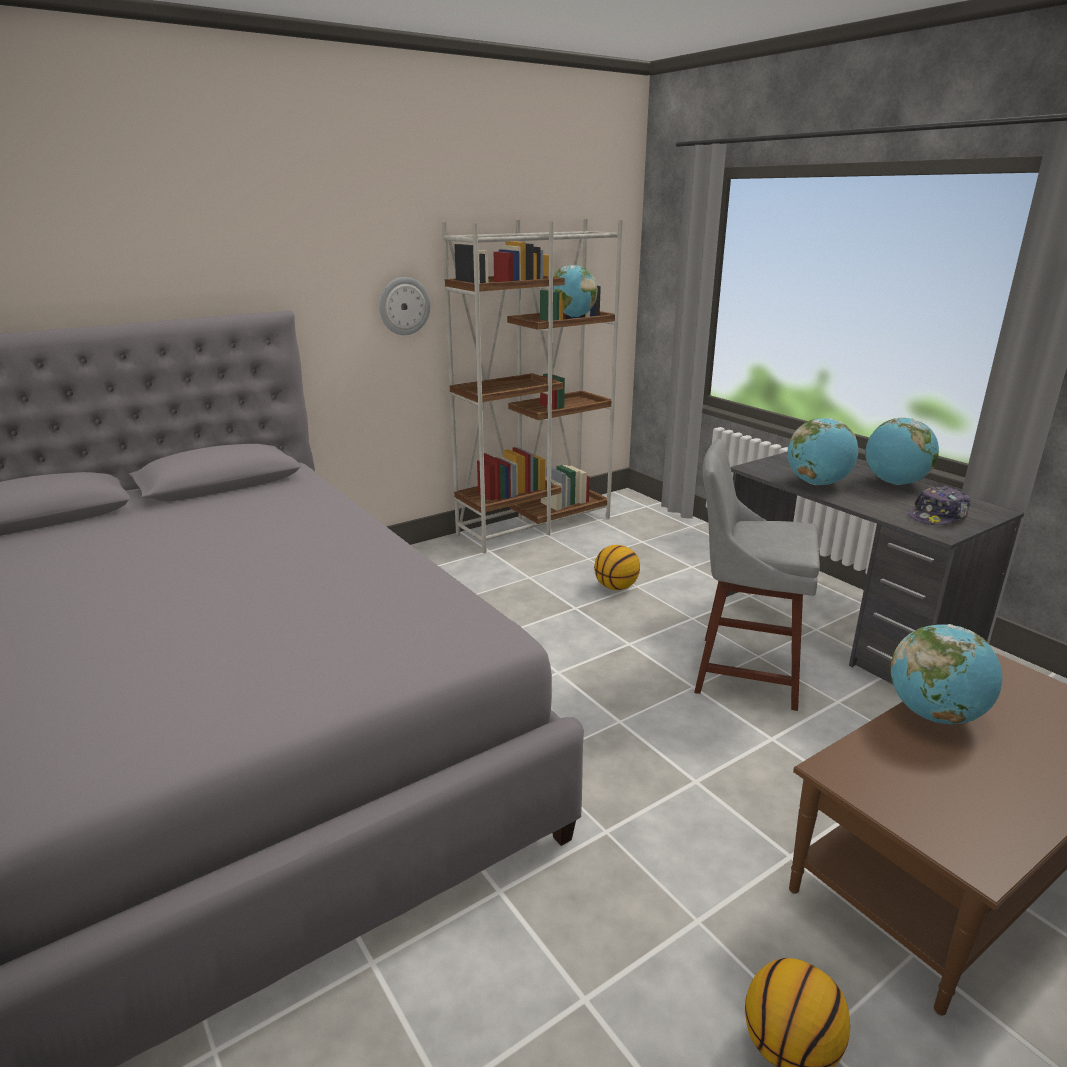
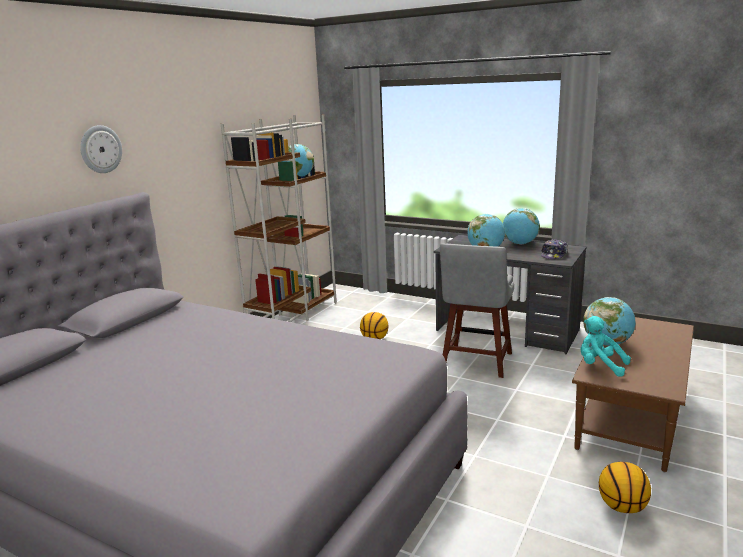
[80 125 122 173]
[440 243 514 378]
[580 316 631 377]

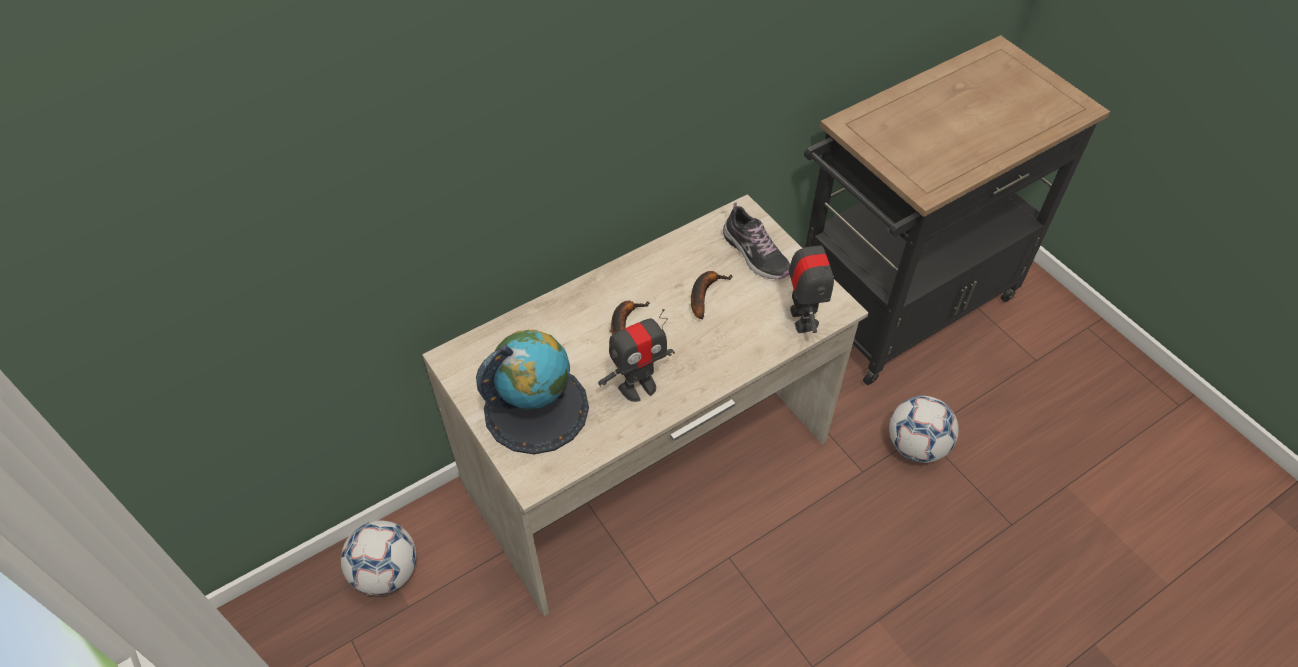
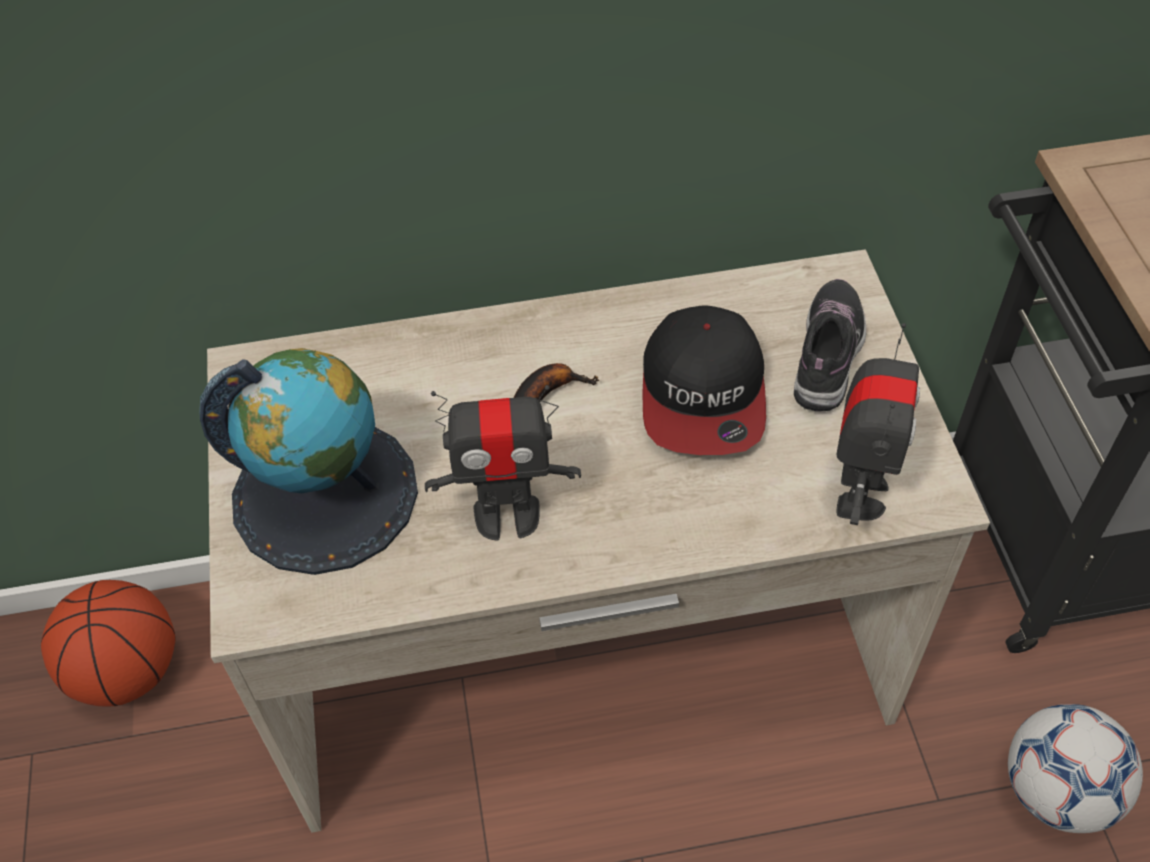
[41 580 175 707]
[642 305 766 455]
[794 279 866 412]

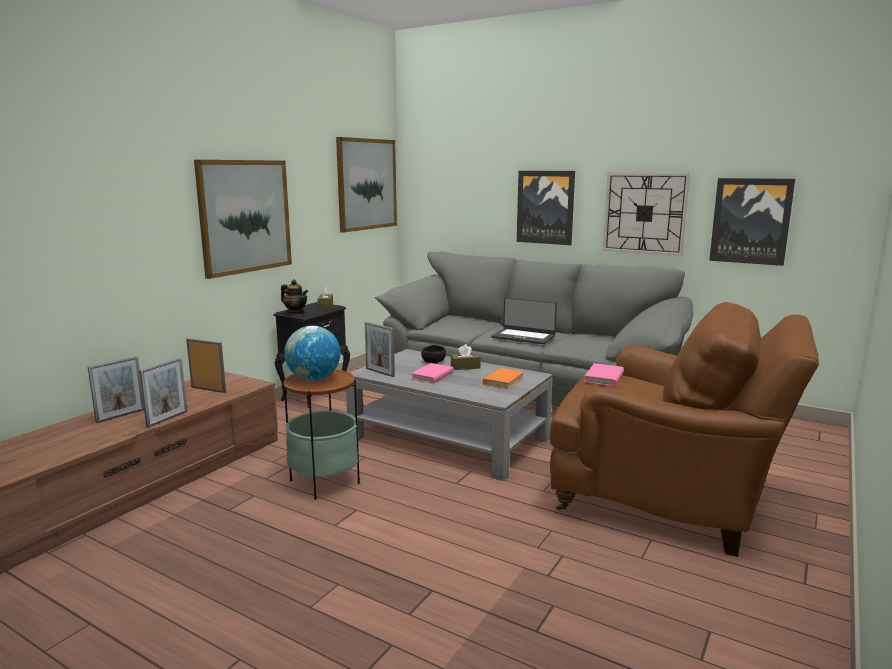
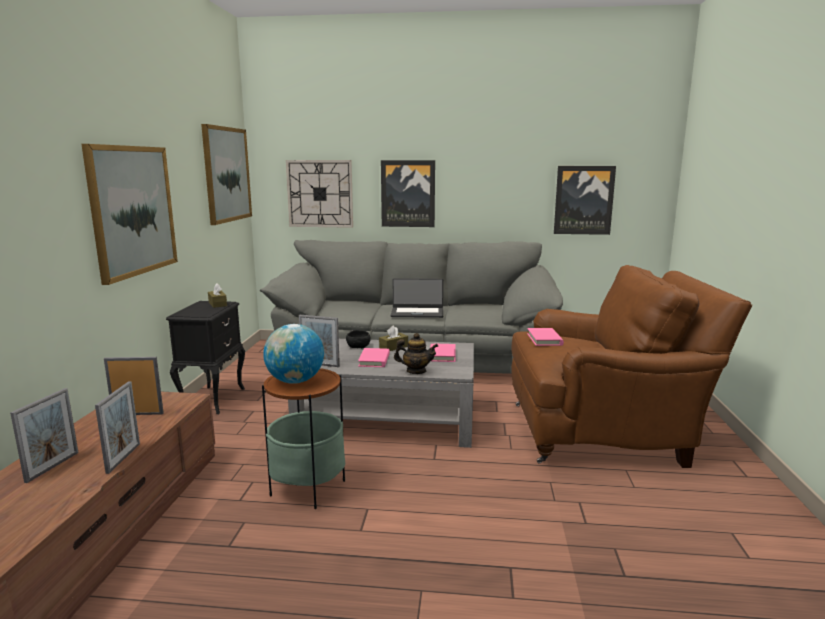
[394 333 438 374]
[430 344 456 362]
[286 160 353 228]

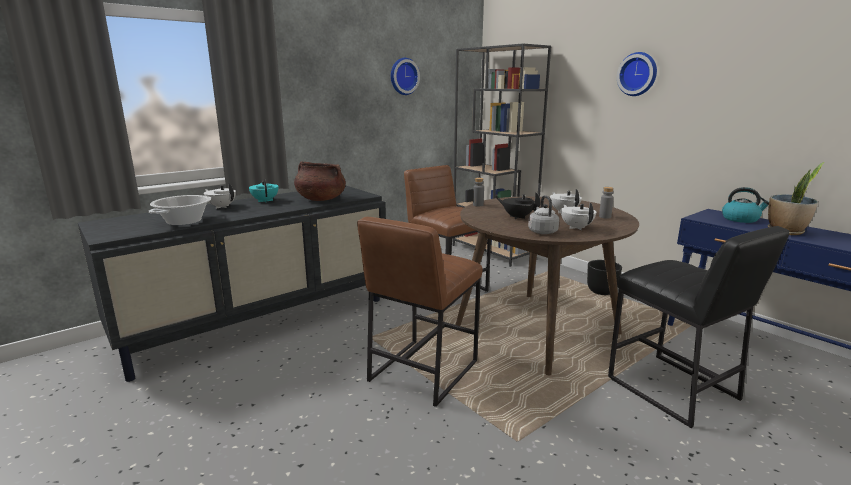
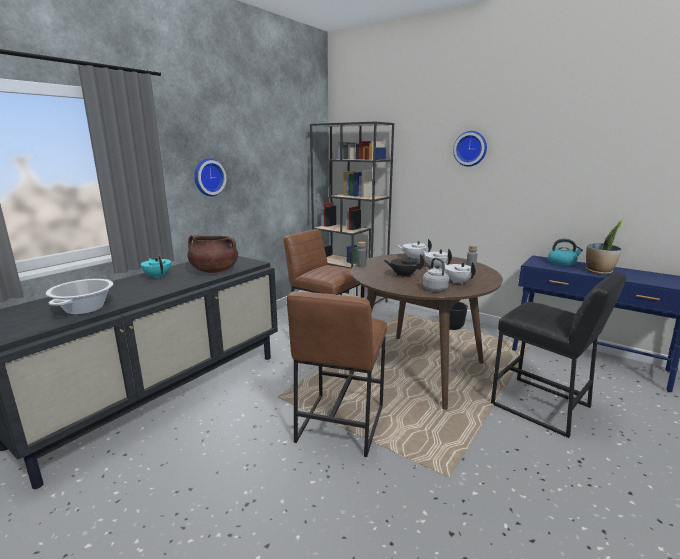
[397 239 432 259]
[194 158 226 196]

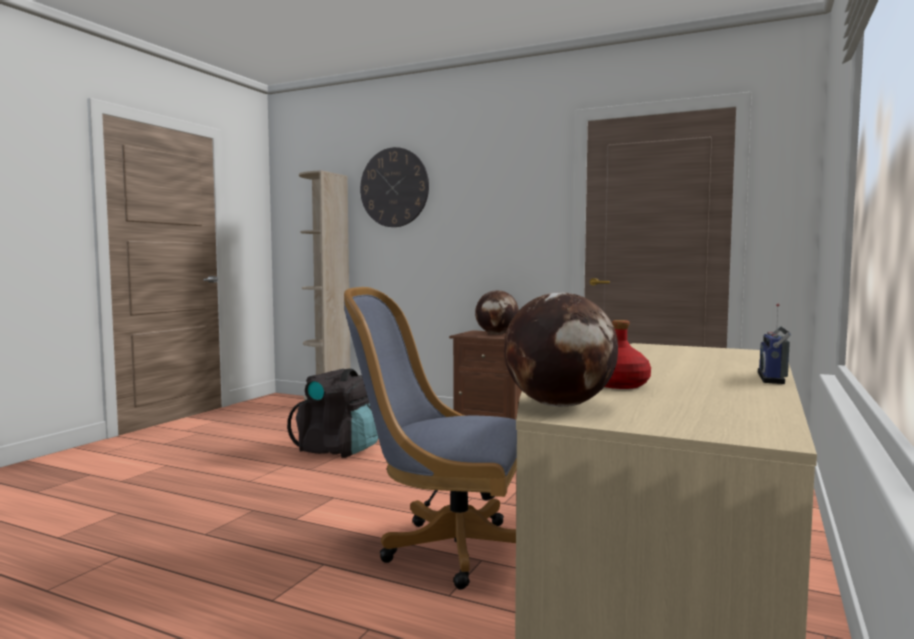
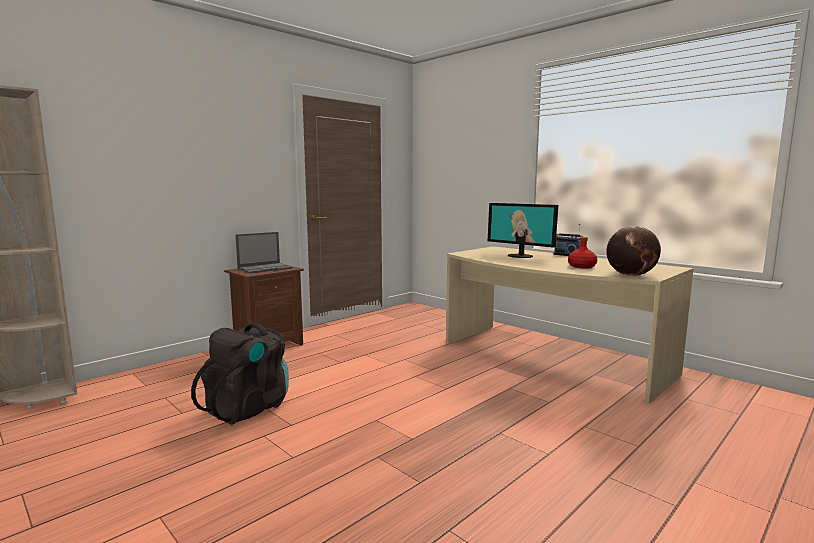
[344 287 517 590] (first image)
[360 147 429 227] (first image)
[236 232 293 273]
[488 203 558 258]

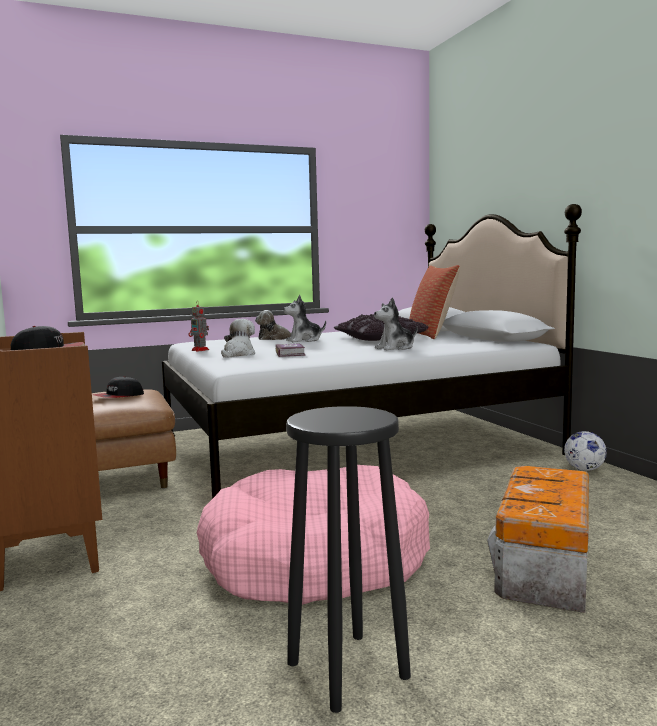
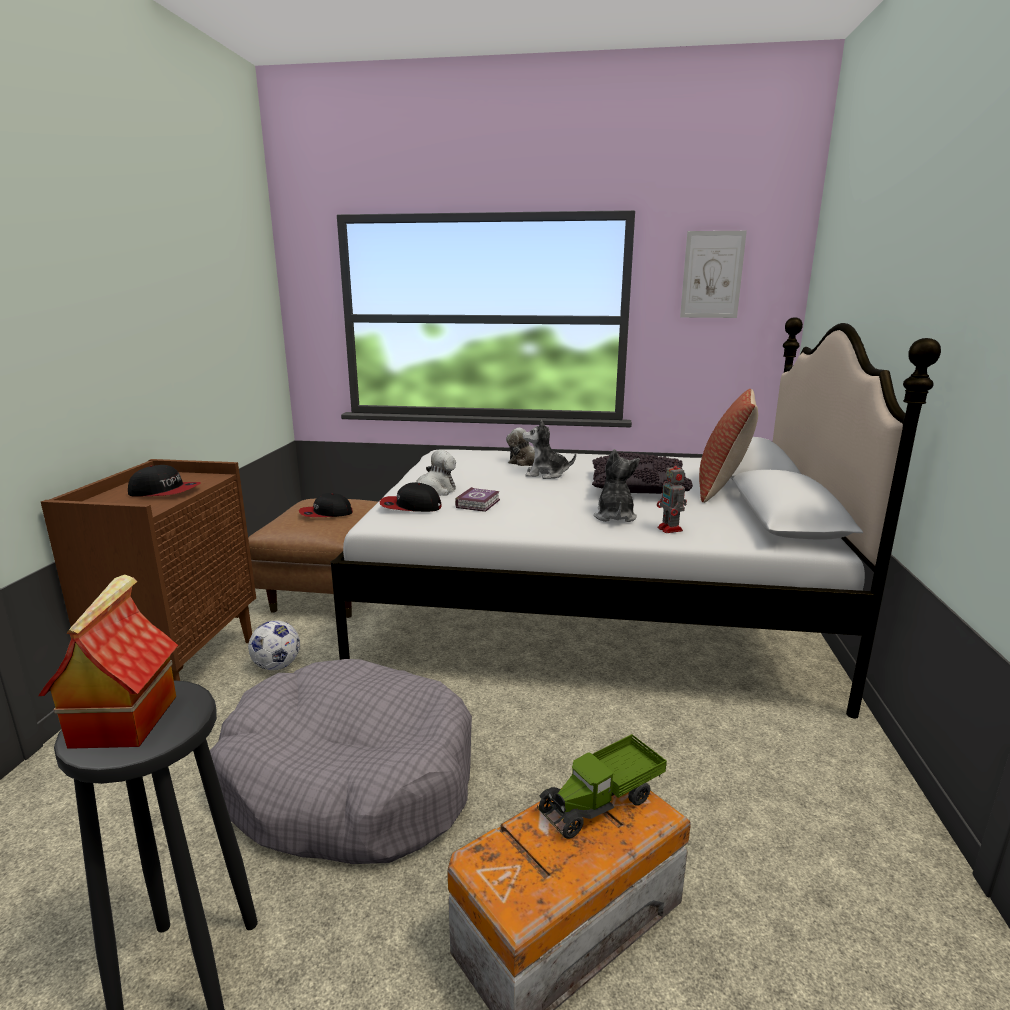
[657 460 687 533]
[210 659 472 864]
[594 449 640 522]
[248 621 300 670]
[38 574 178 749]
[380 482 442 512]
[537 734 667 839]
[680 231 747 318]

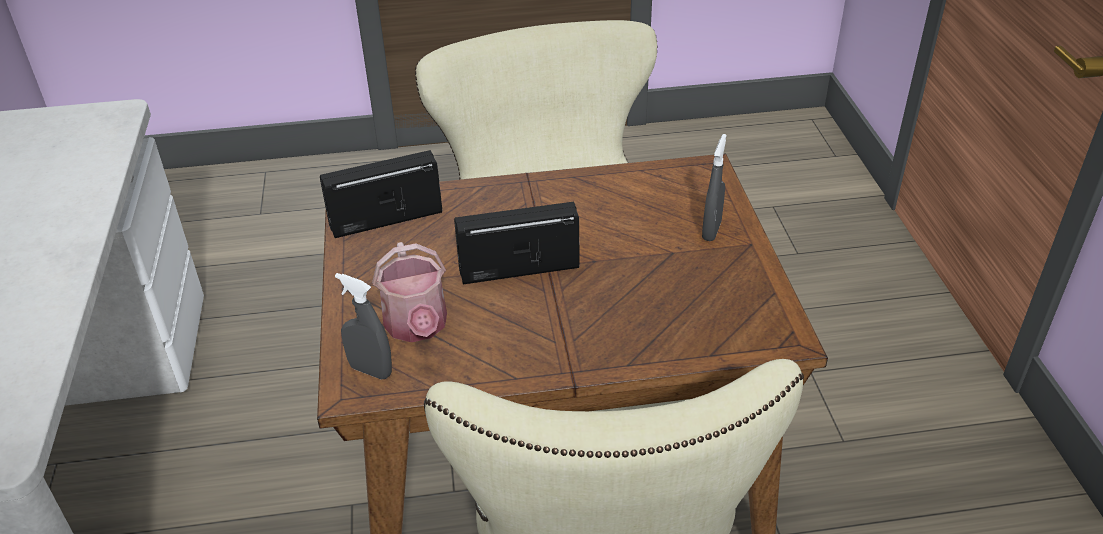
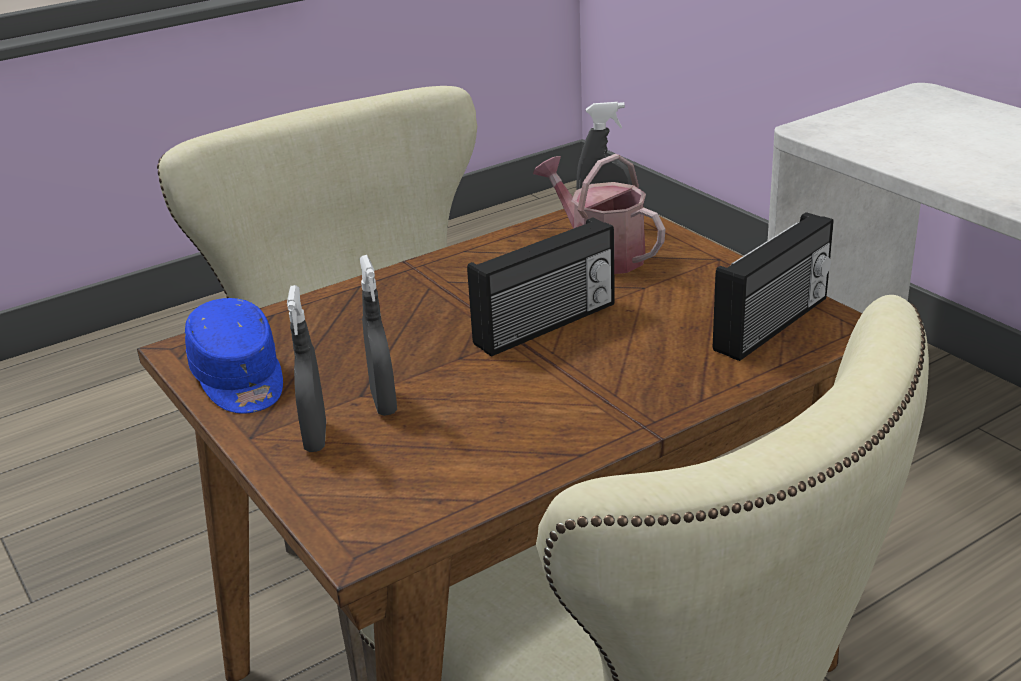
[185 298 283 414]
[360 255 397 416]

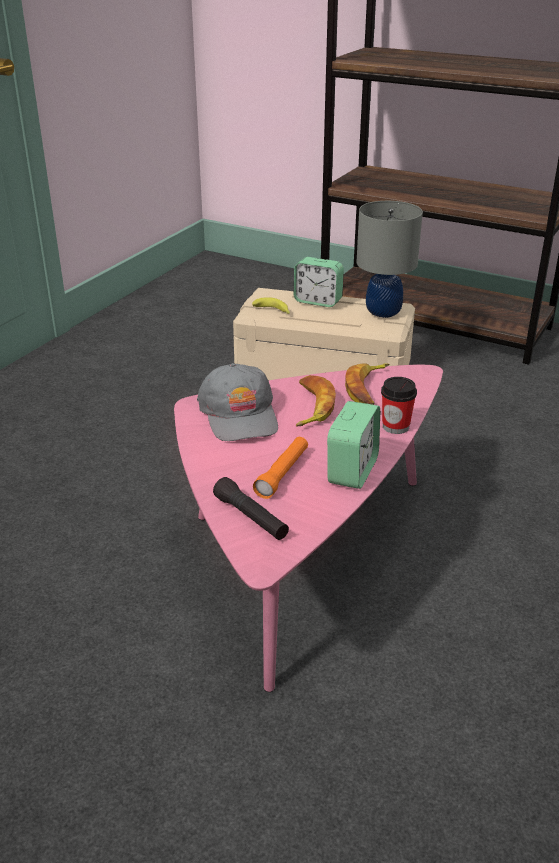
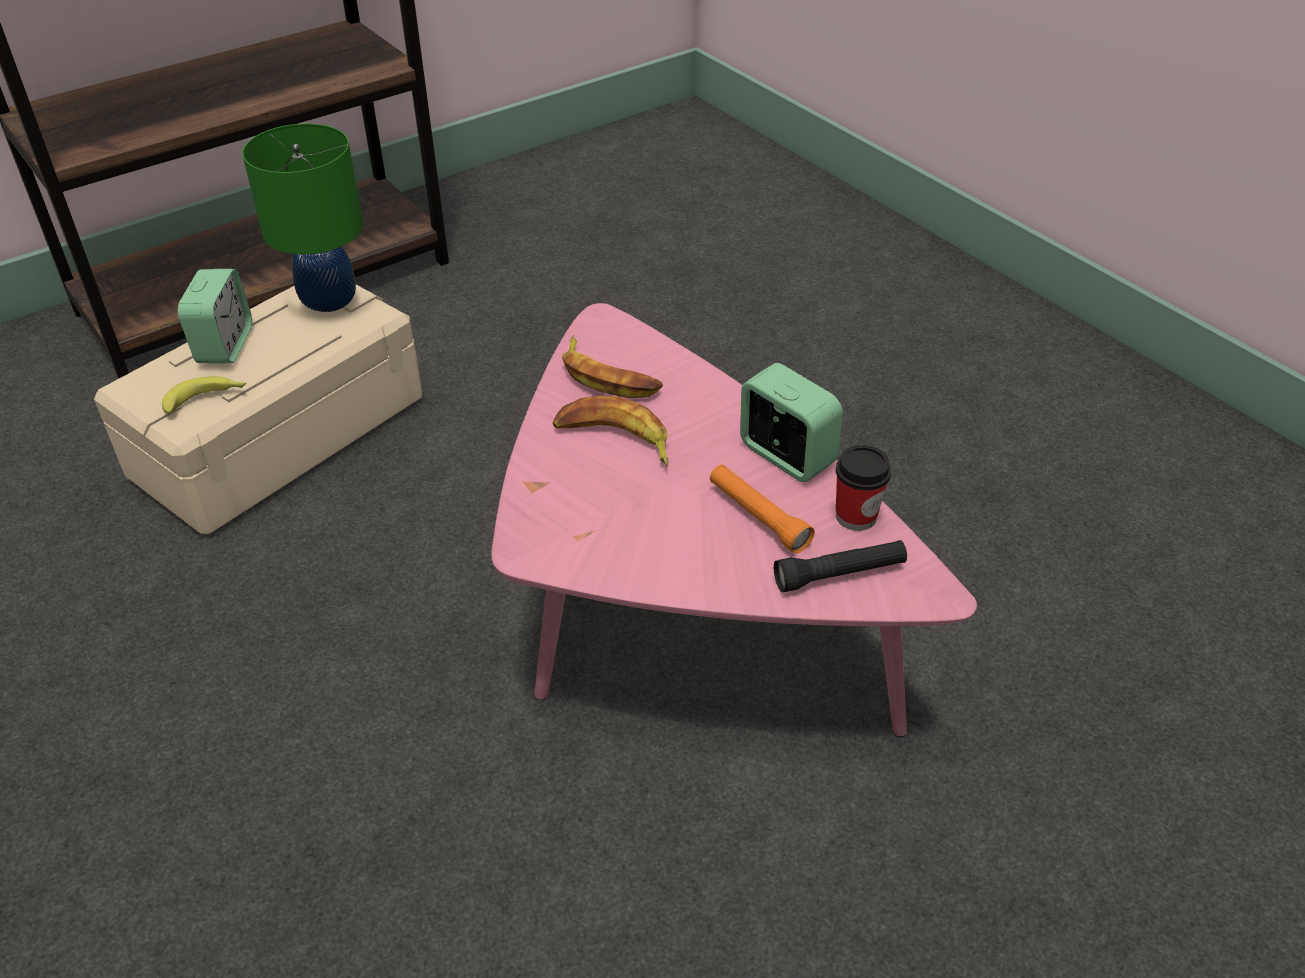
[197 363 278 441] (first image)
[178 269 252 364]
[242 123 363 312]
[836 445 891 531]

